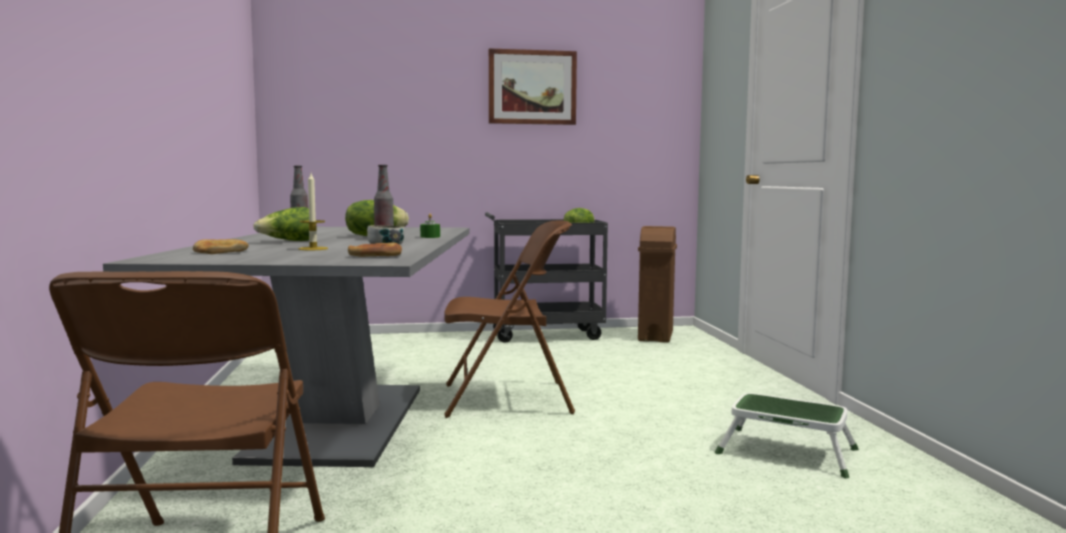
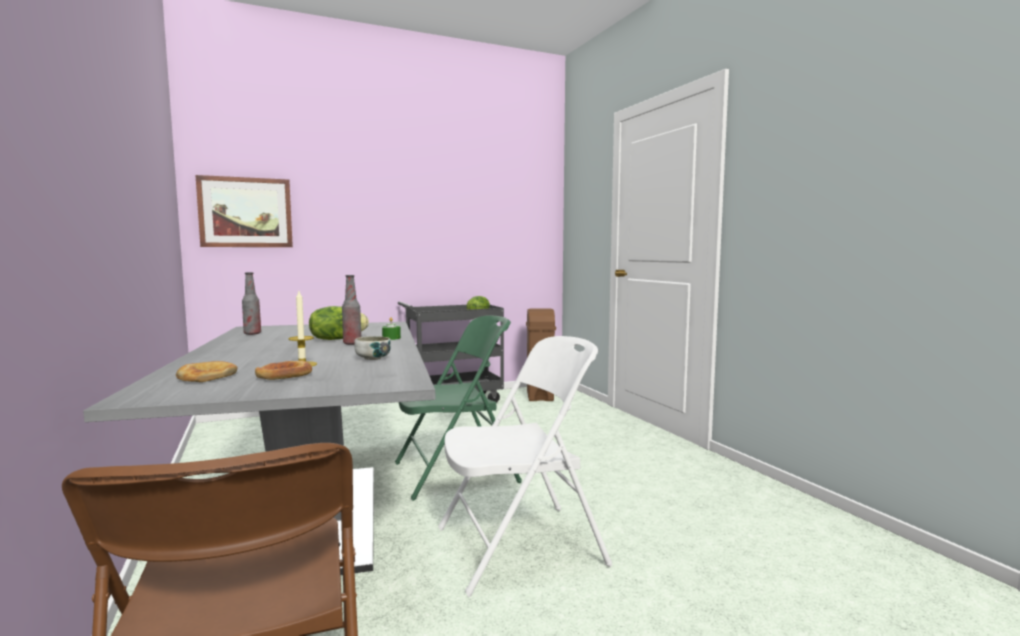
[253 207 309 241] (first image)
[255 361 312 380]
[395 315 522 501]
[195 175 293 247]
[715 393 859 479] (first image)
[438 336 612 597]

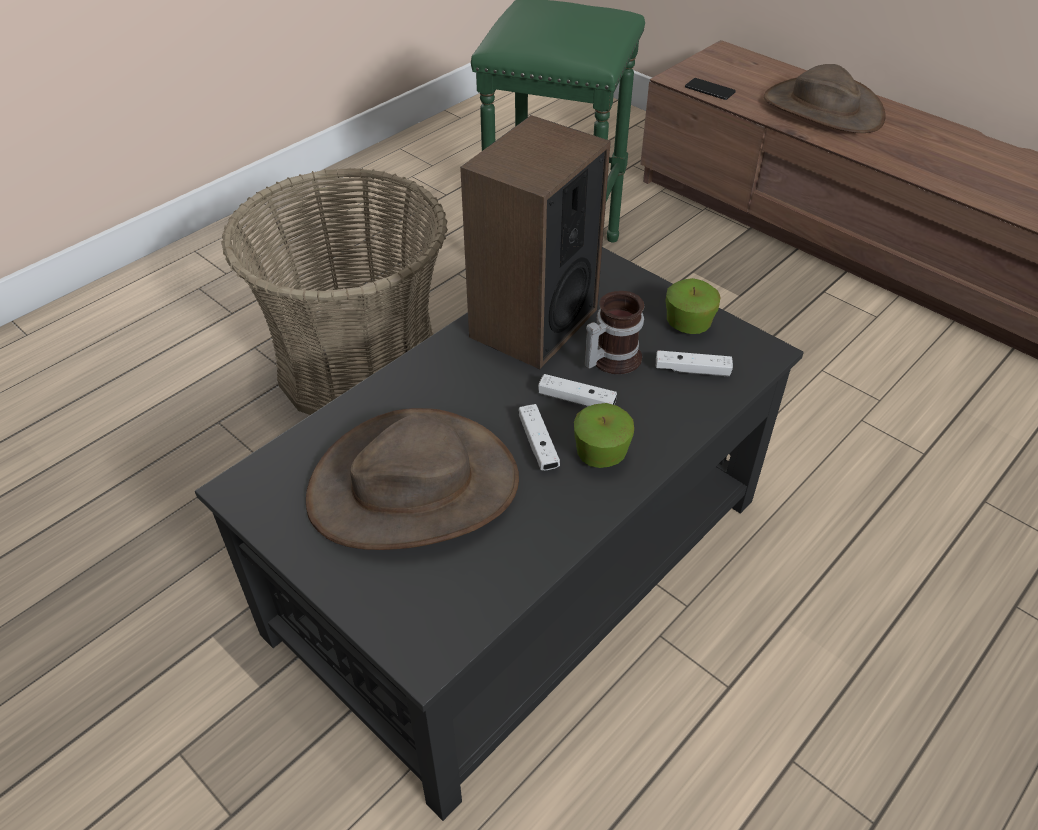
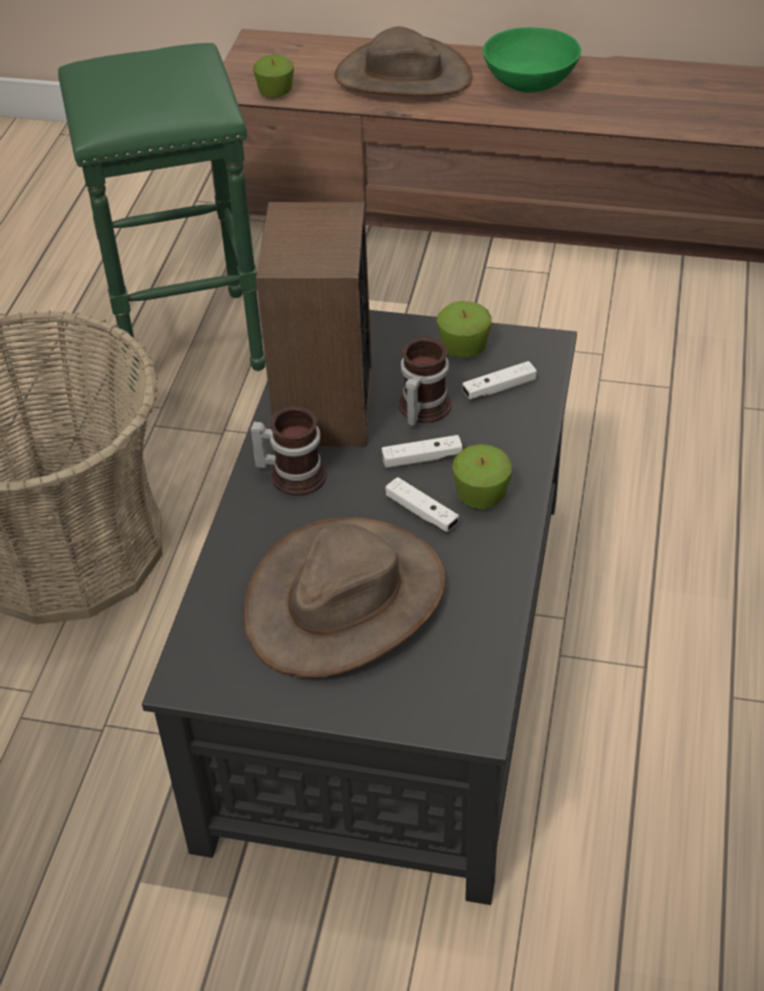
[253 55 294 98]
[251 406 327 496]
[483 27 581 93]

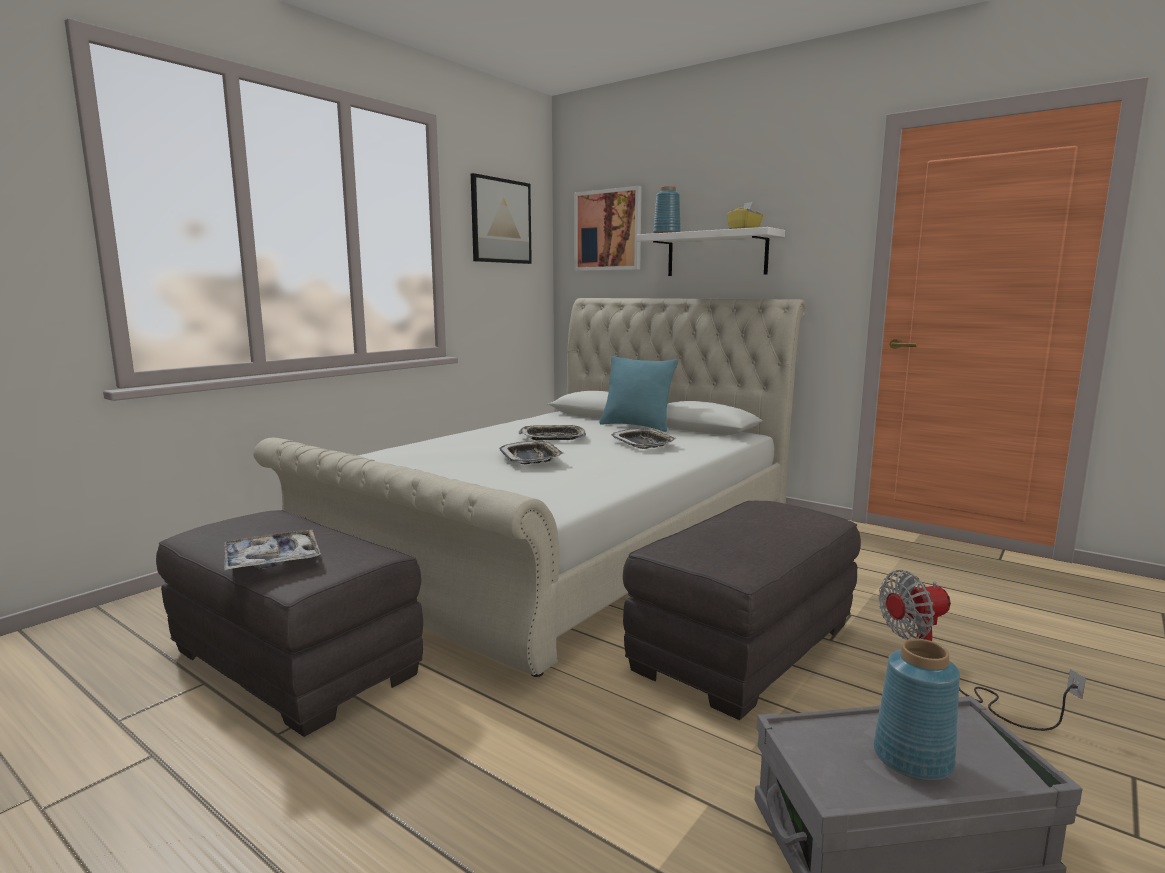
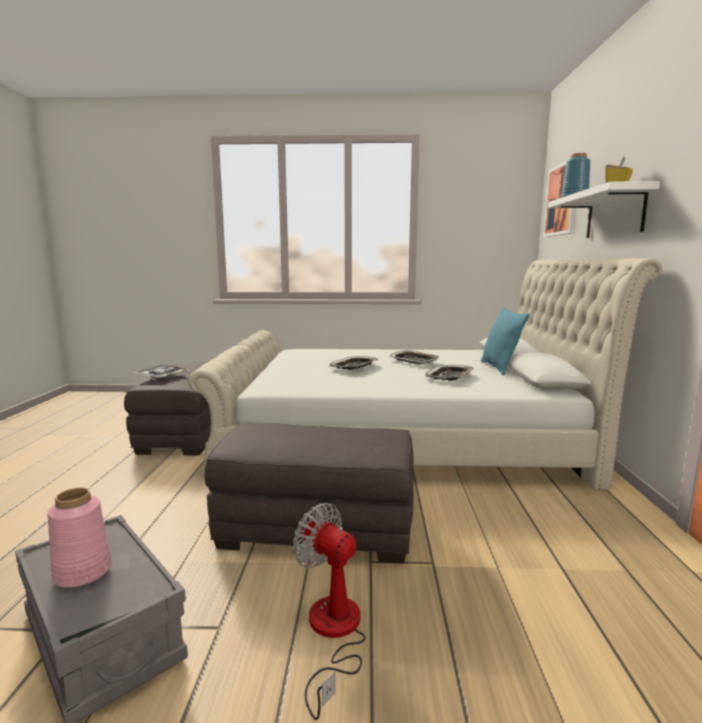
[471 173 532 264] (first image)
[47 488 112 588]

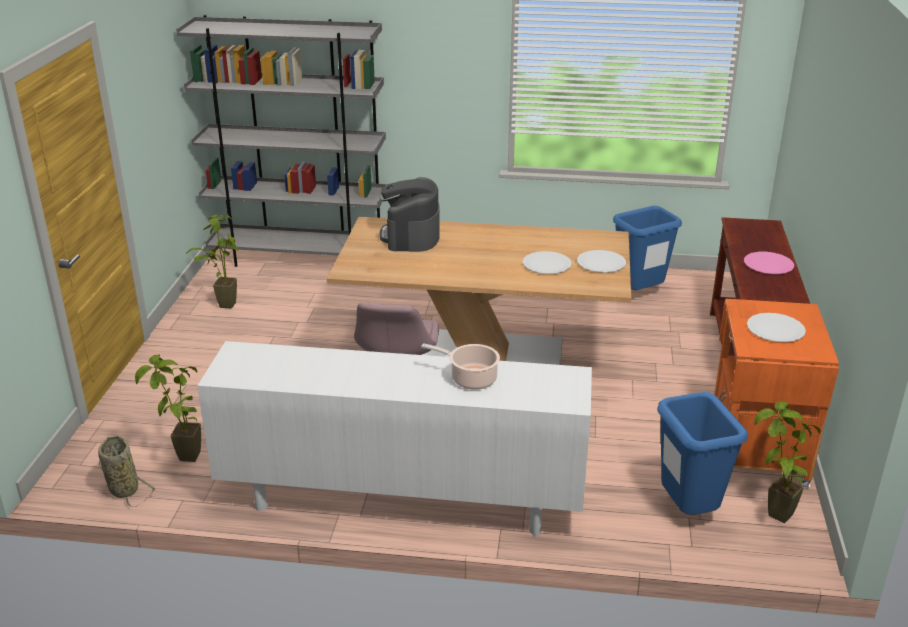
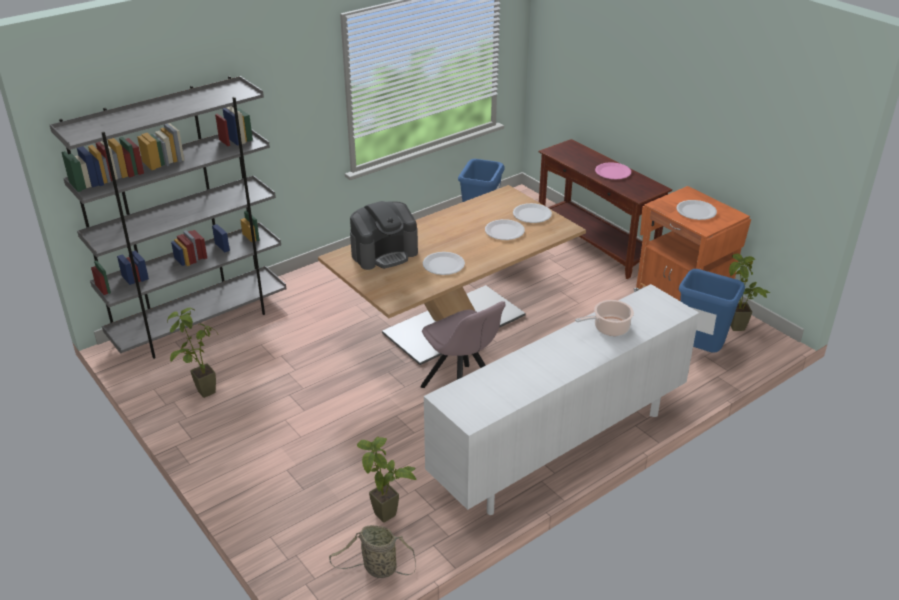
[350 201 418 270]
[423 252 465 275]

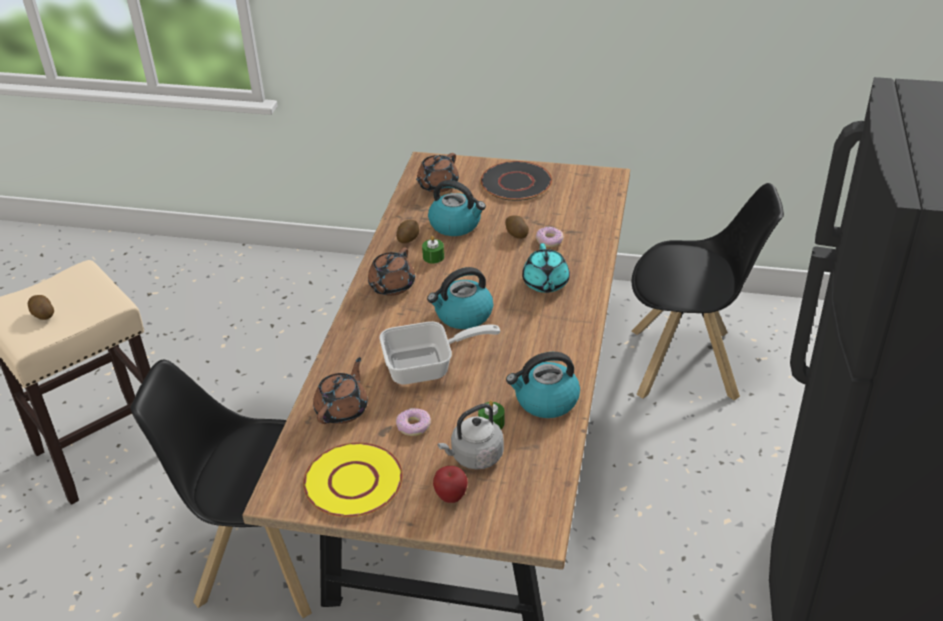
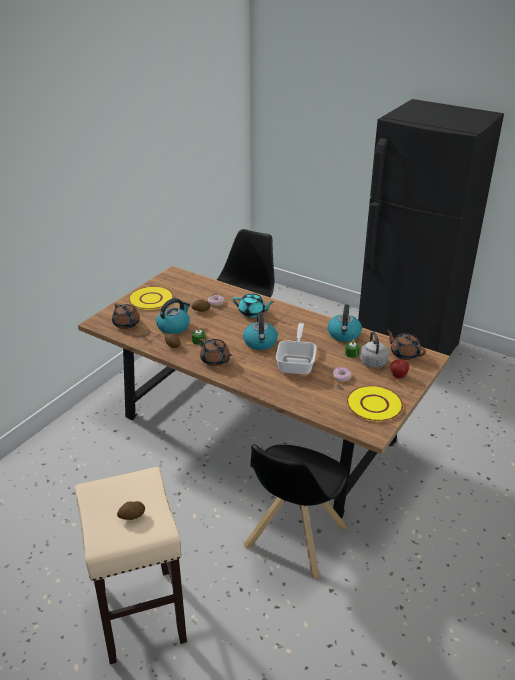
[386 329 426 360]
[128 286 174 310]

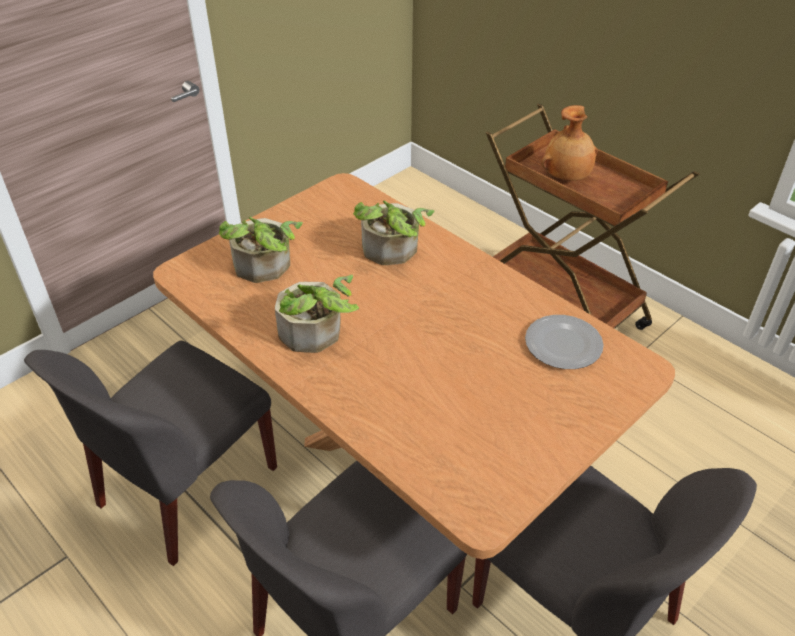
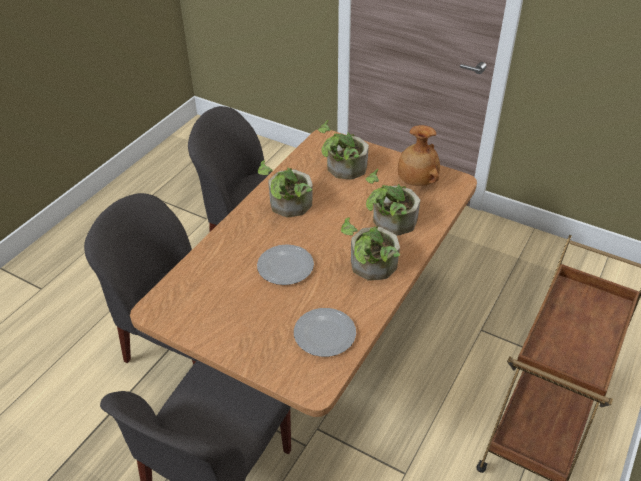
[398 125 440 186]
[257 244 314 285]
[341 218 400 281]

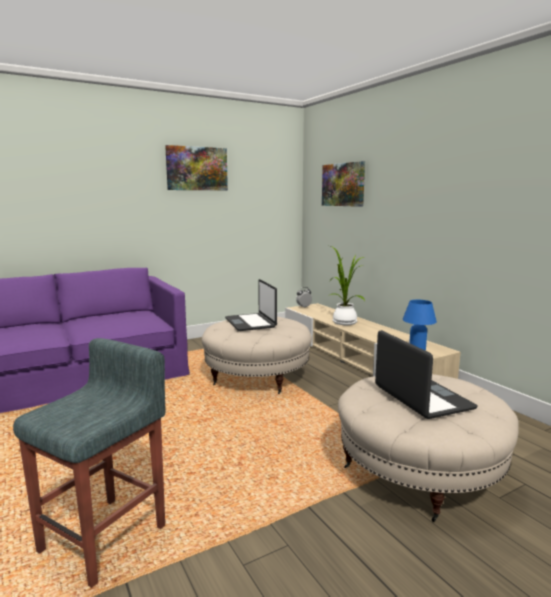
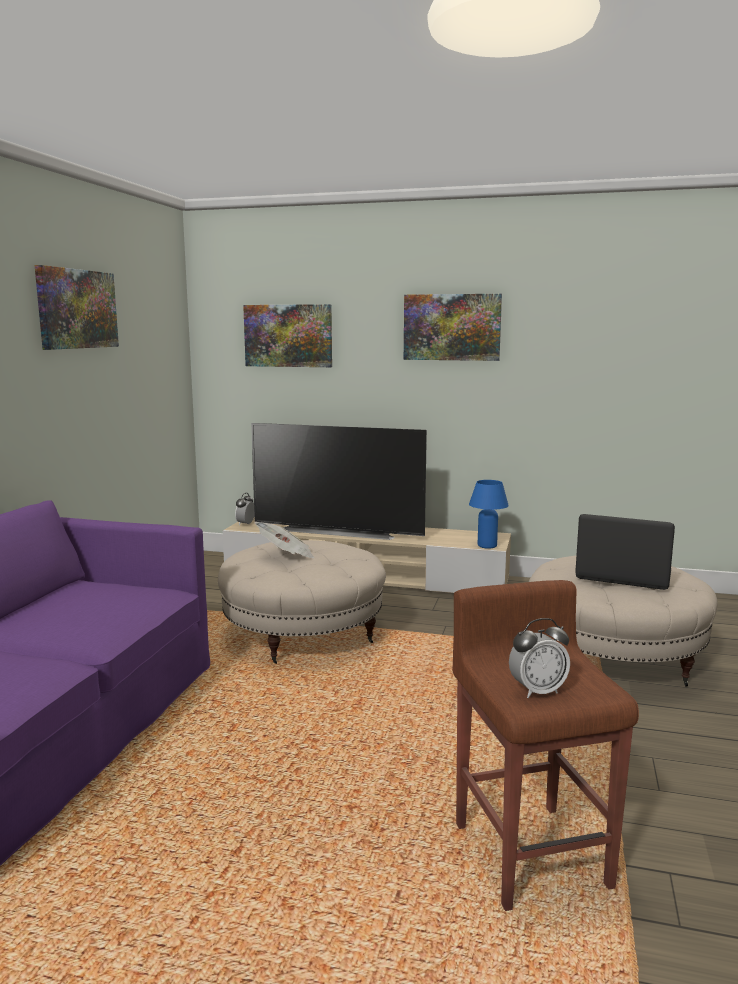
[453 580 639 911]
[255 522 315 559]
[251 423 427 540]
[404 294 502 361]
[509 618 570 698]

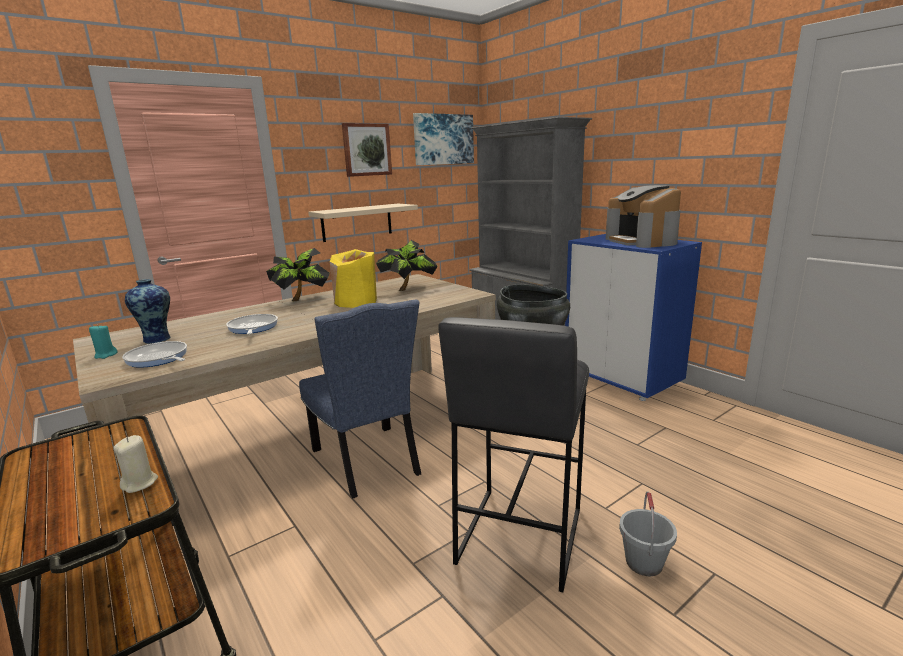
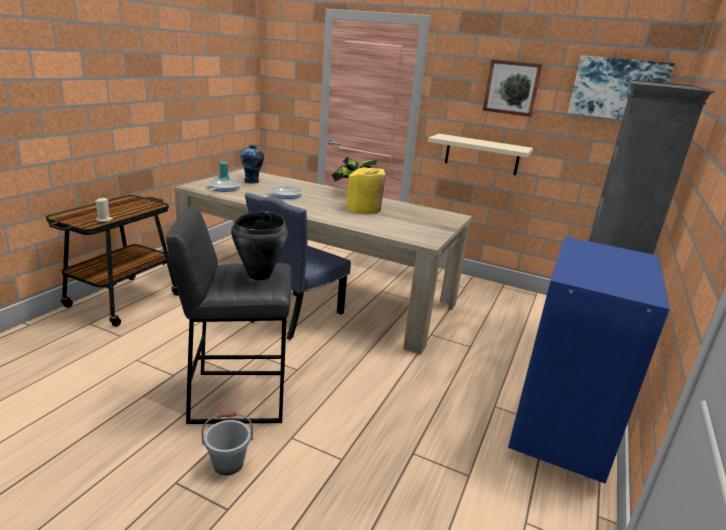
[376 240 438 291] (first image)
[606 185 681 248] (first image)

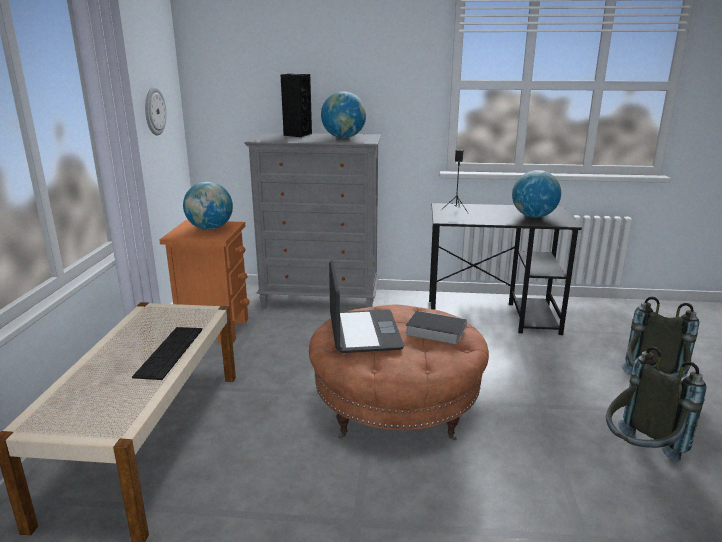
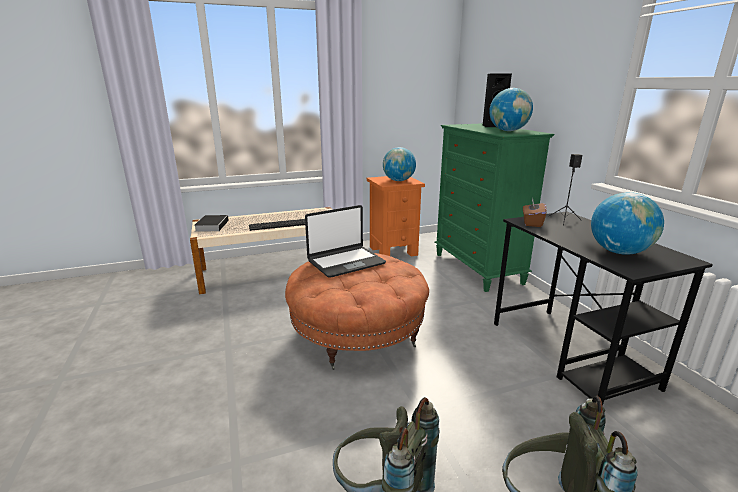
[145 87 167 136] (first image)
[435 123 555 292]
[194 215 229 232]
[523 197 547 227]

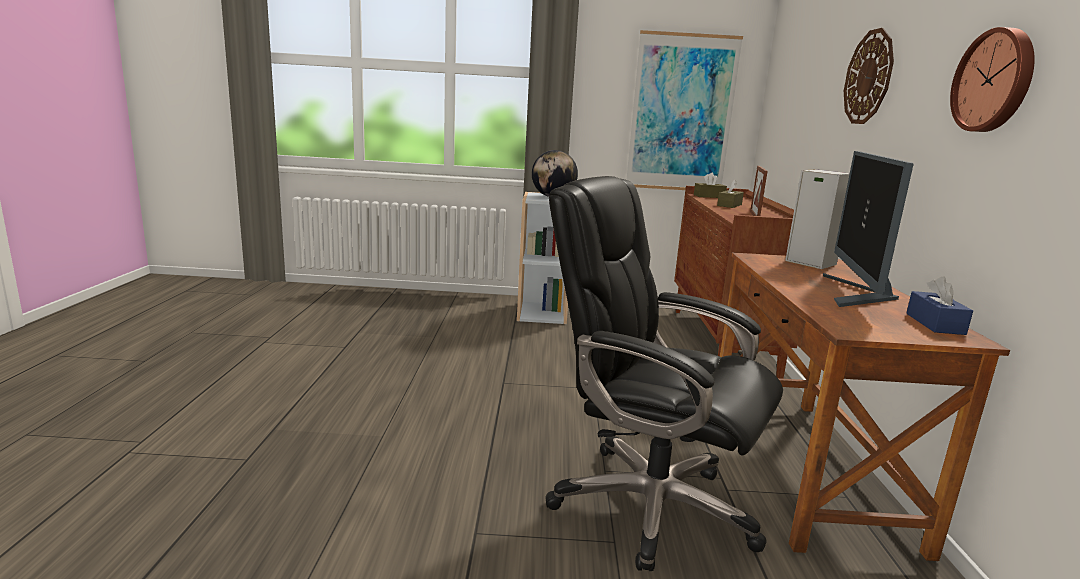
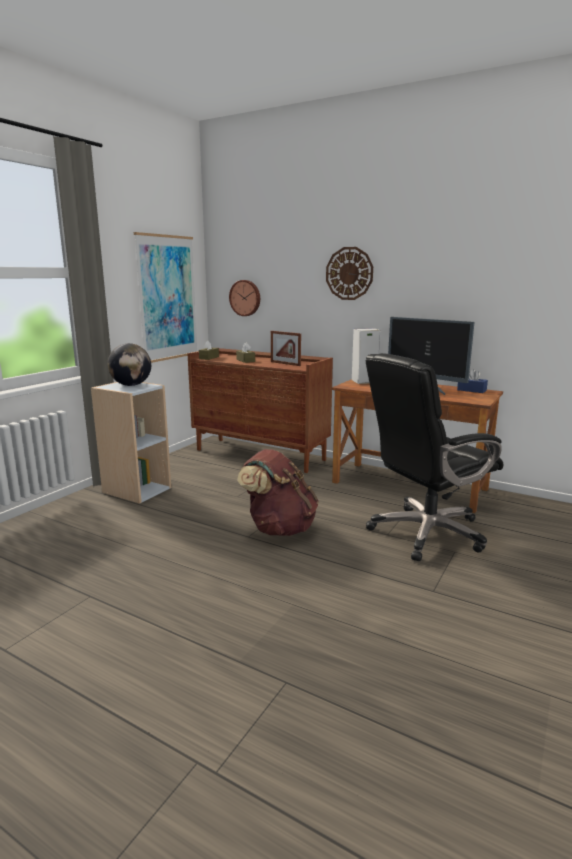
[229 280 260 316]
[237 449 319 536]

